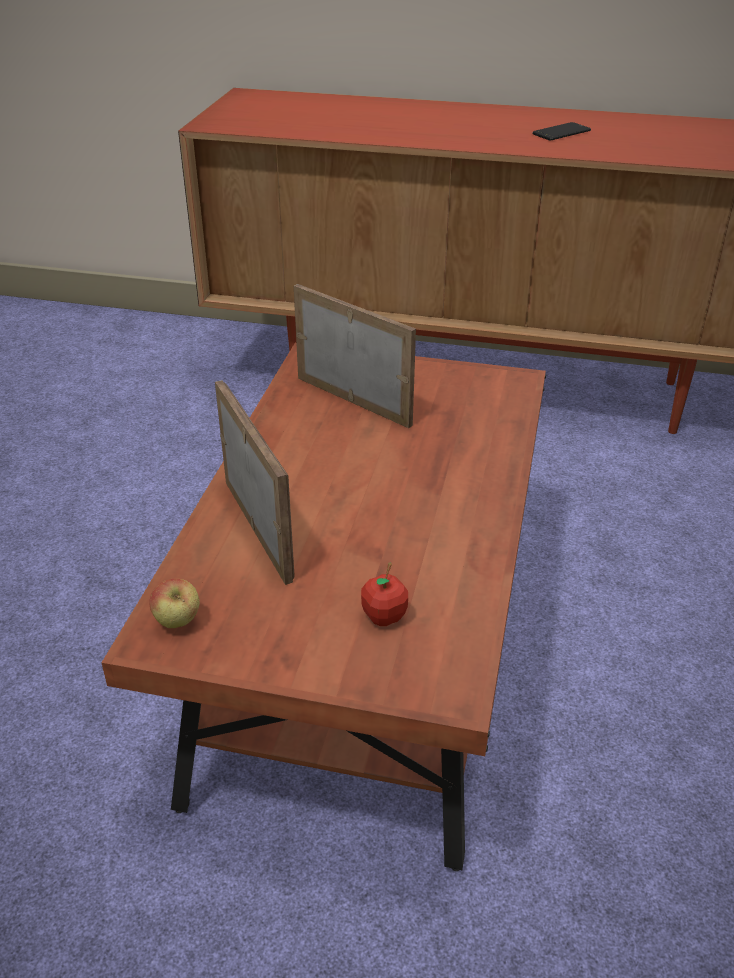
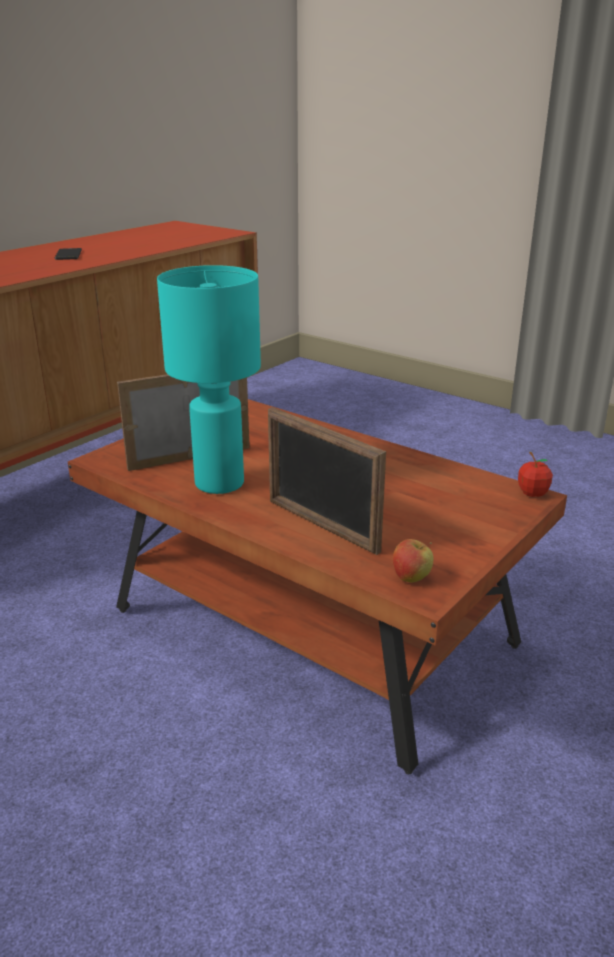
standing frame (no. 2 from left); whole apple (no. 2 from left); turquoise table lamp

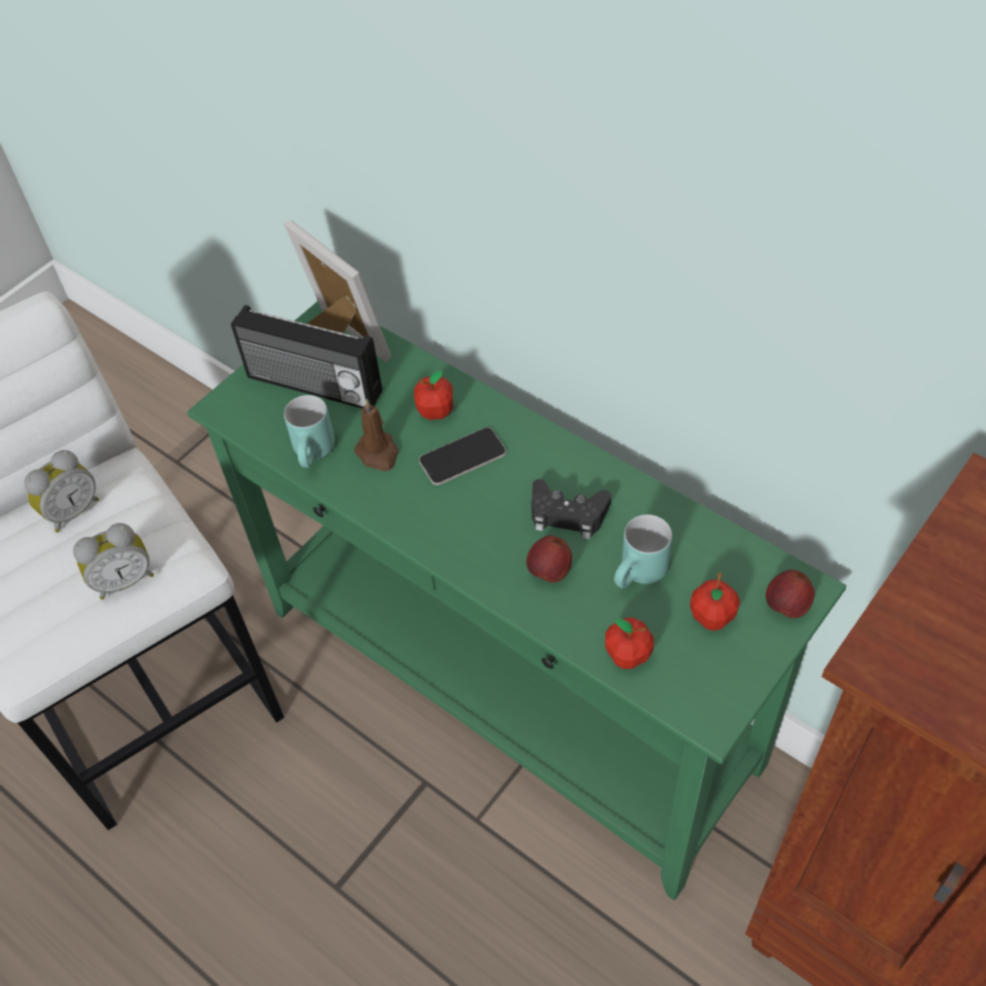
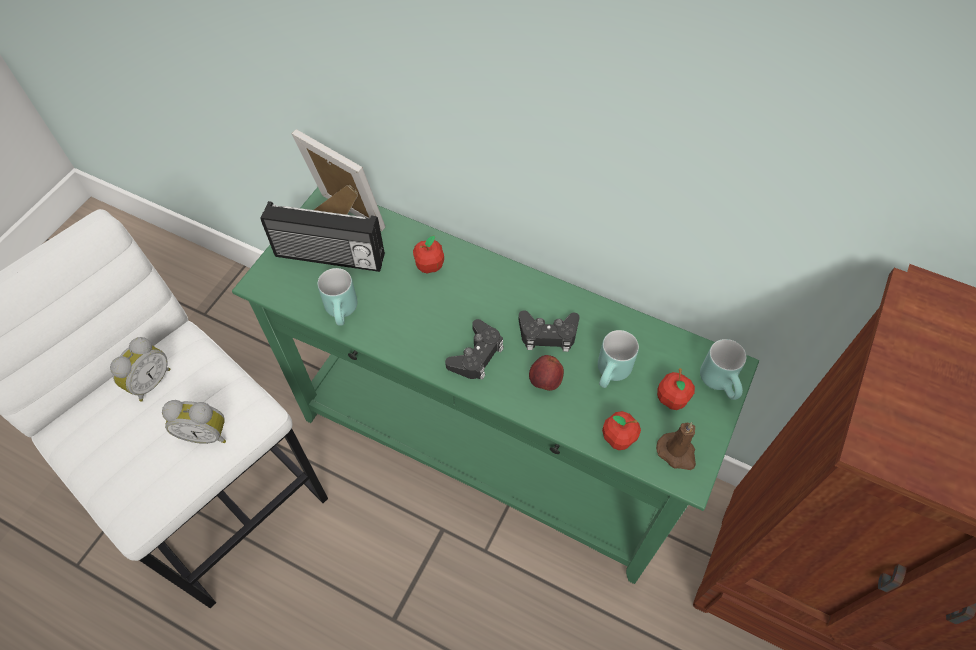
brownish candle; telephone; alarm clock (no. 2 from left); turquoise coffee mug (no. 3 from left); black-coloured joypad (no. 1 from left)

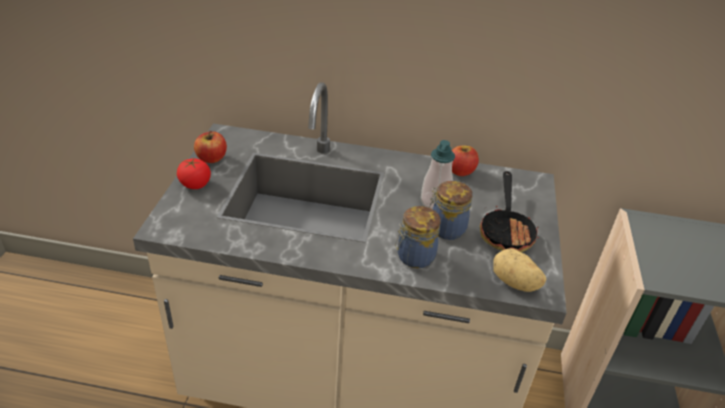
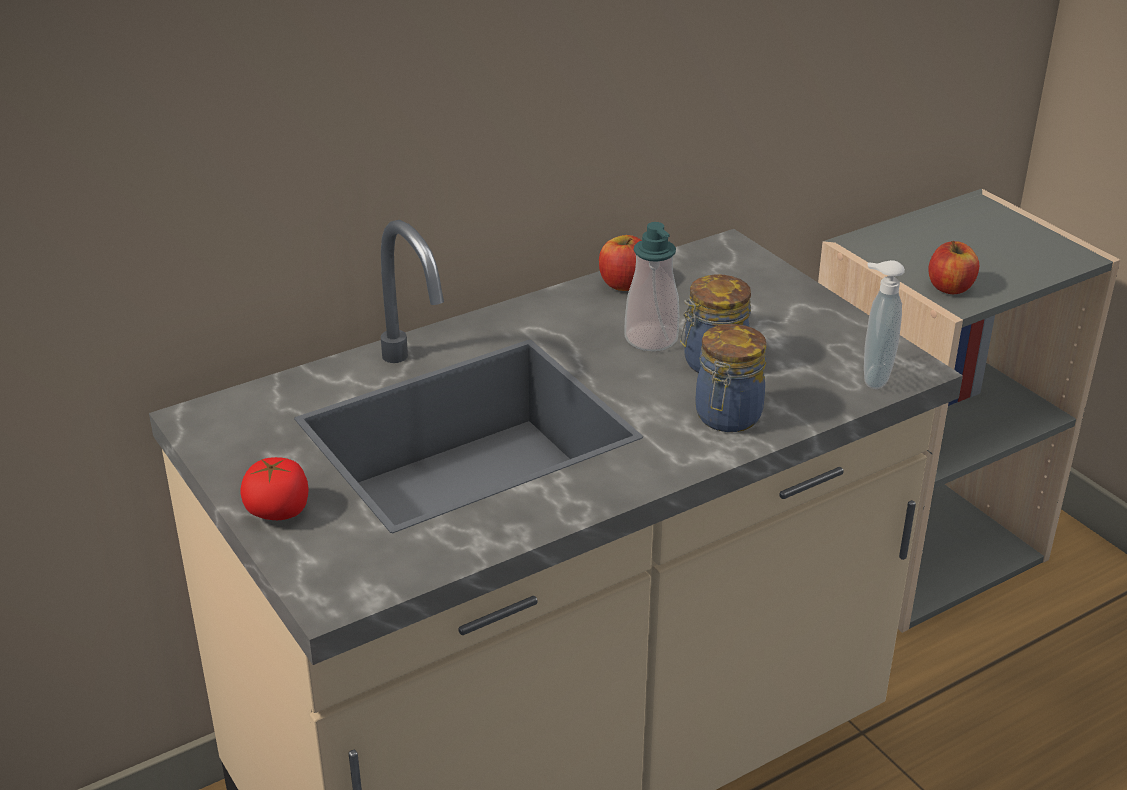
whole apple (no. 2 from left); pan; soap dispenser (no. 2 from left)

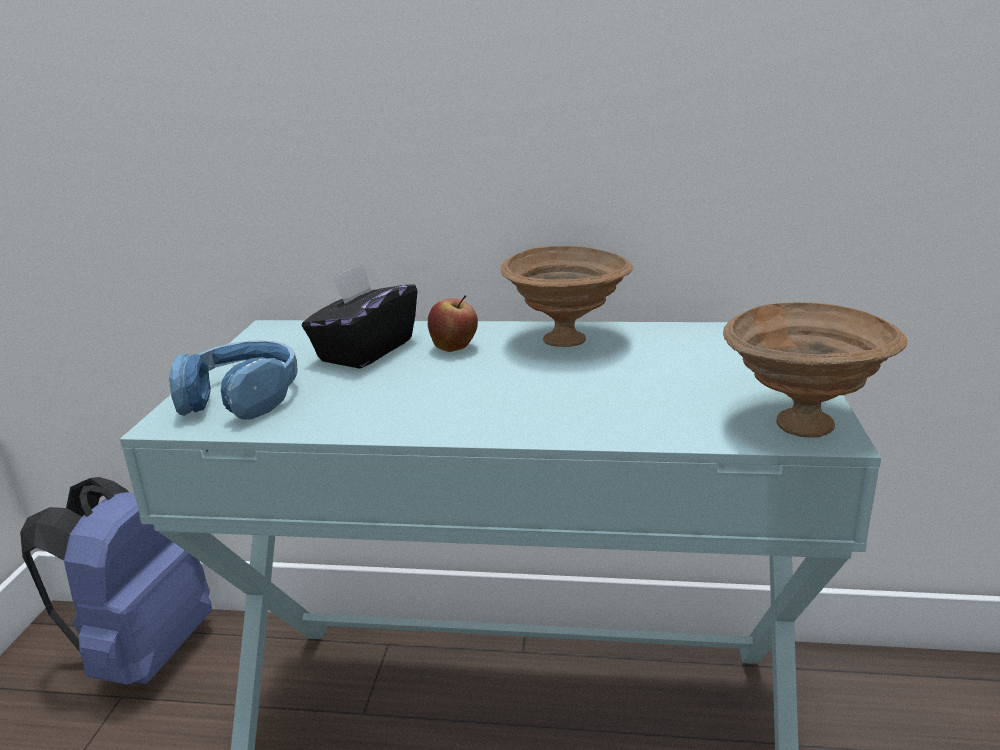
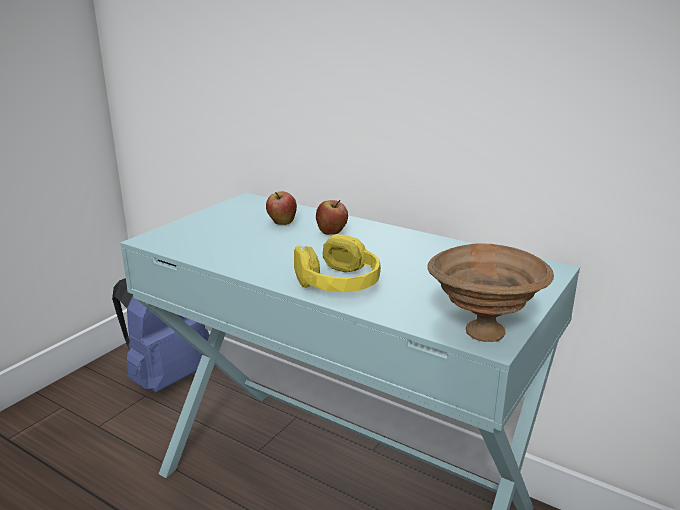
brownish serving bowl (no. 1 from left in the first image); whole apple (no. 1 from left); blue-coloured headphones; yellowish headphones

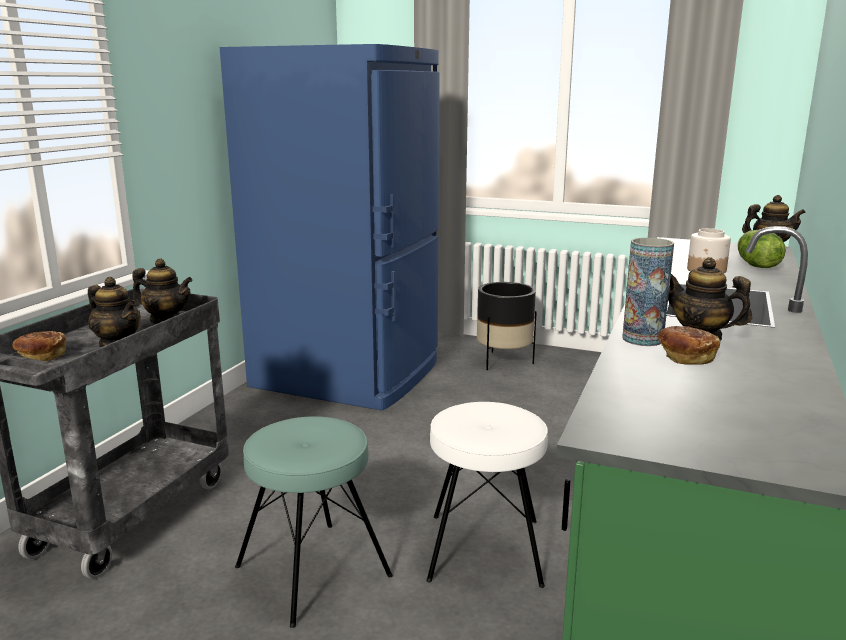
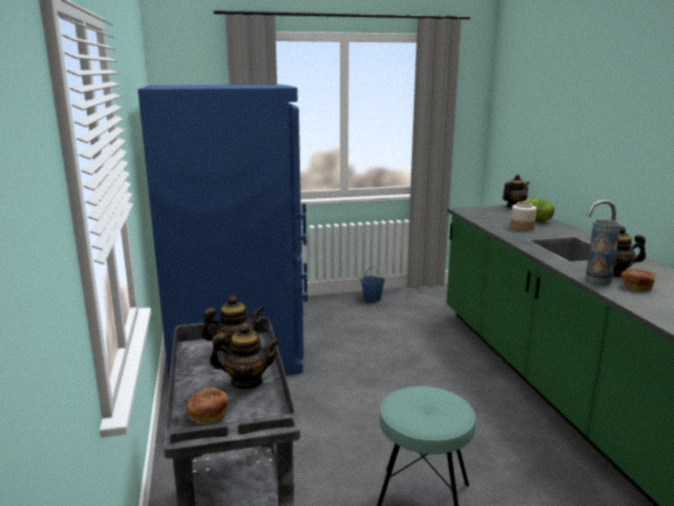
black-coloured flower pot; white-coloured sitting stool; blue-coloured bucket

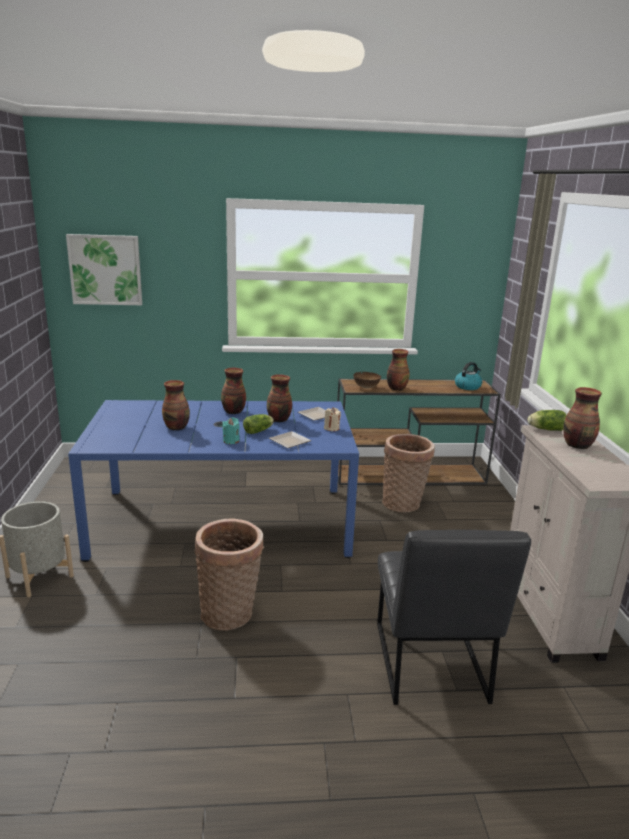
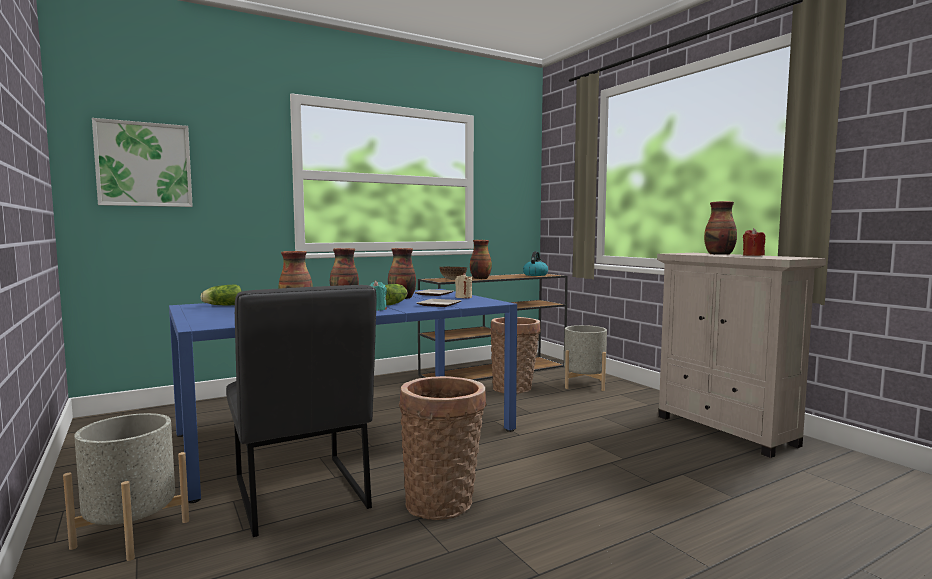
lettuce (no. 1 from left); grey upright chair; reddish candle; grey flower pot (no. 2 from left)

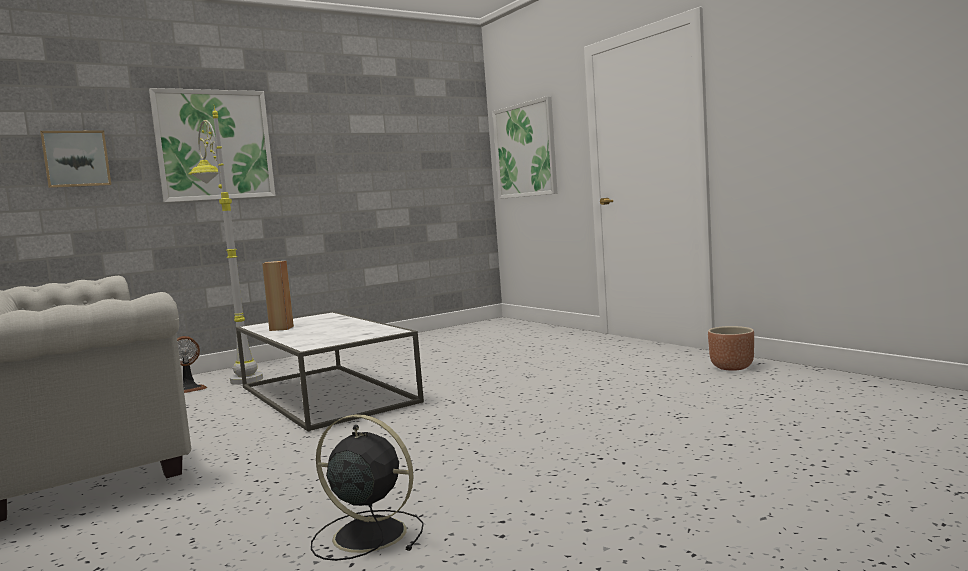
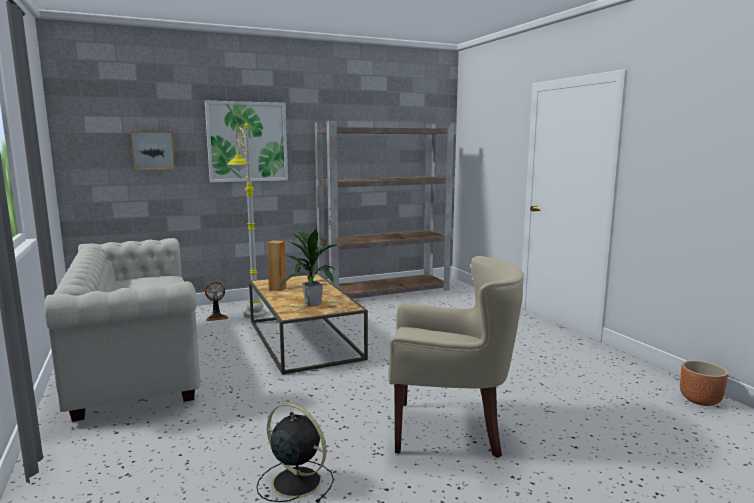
wall art (no. 3 from left in the first image); brownish coffee table; brownish flower pot; brownish bookshelf; houseplant; sand-coloured lounge chair

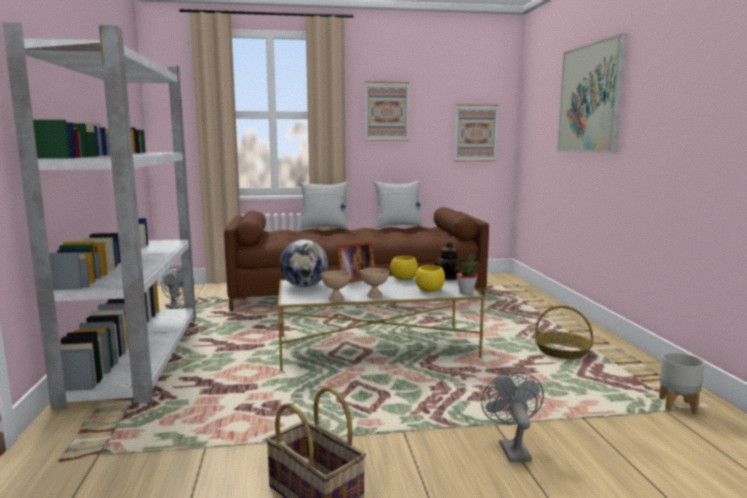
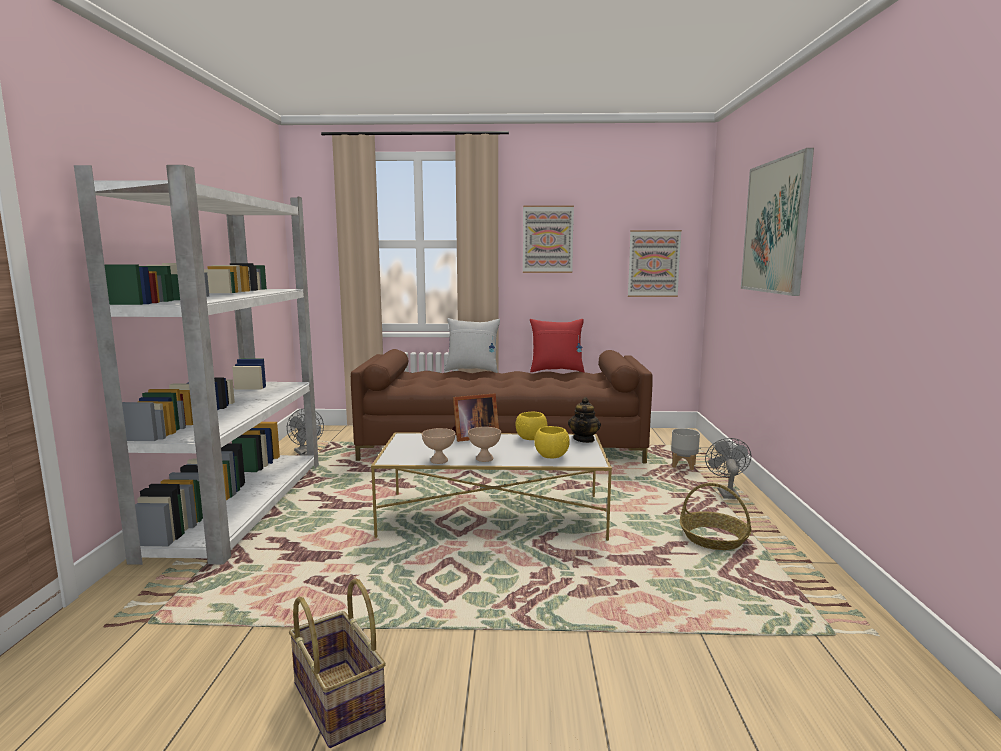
reddish cushion; world globe; houseplant; grey flower pot; grey cooling fan (no. 2 from left)

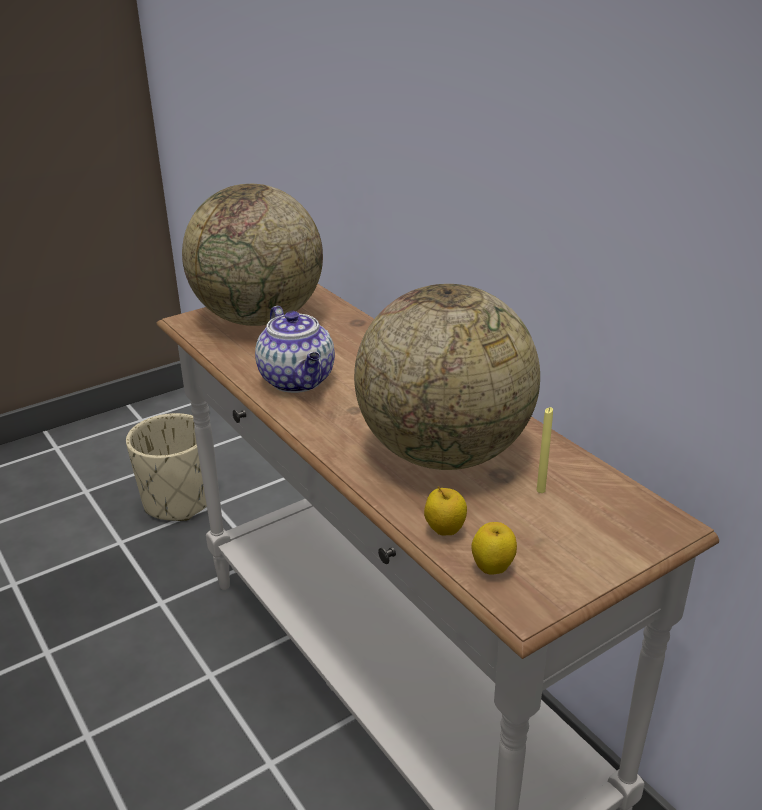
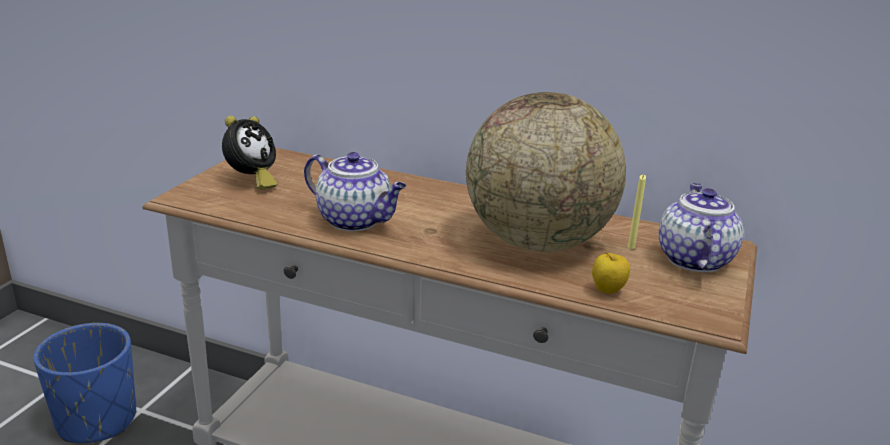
alarm clock; blue-coloured flower pot; whole apple (no. 2 from left in the first image); pot for tea (no. 2 from left)

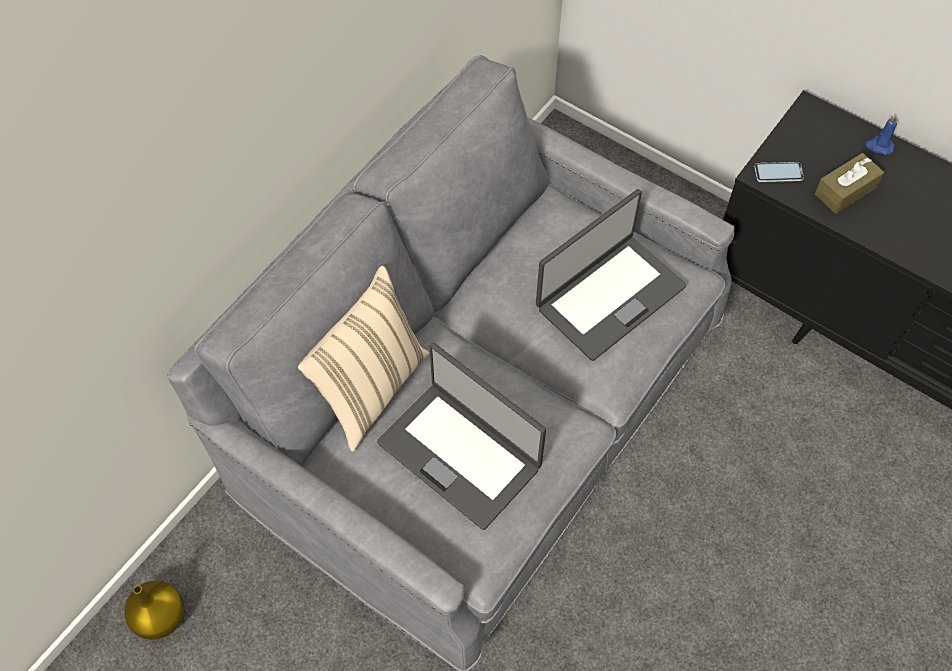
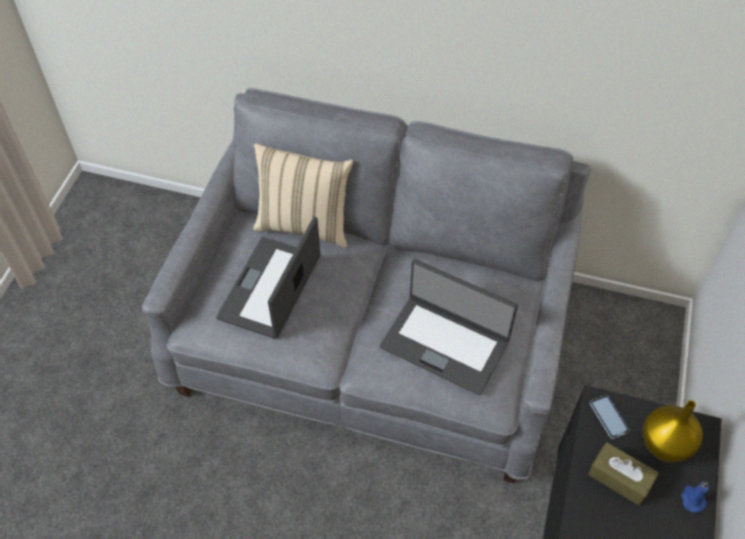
yellowish flower vase

